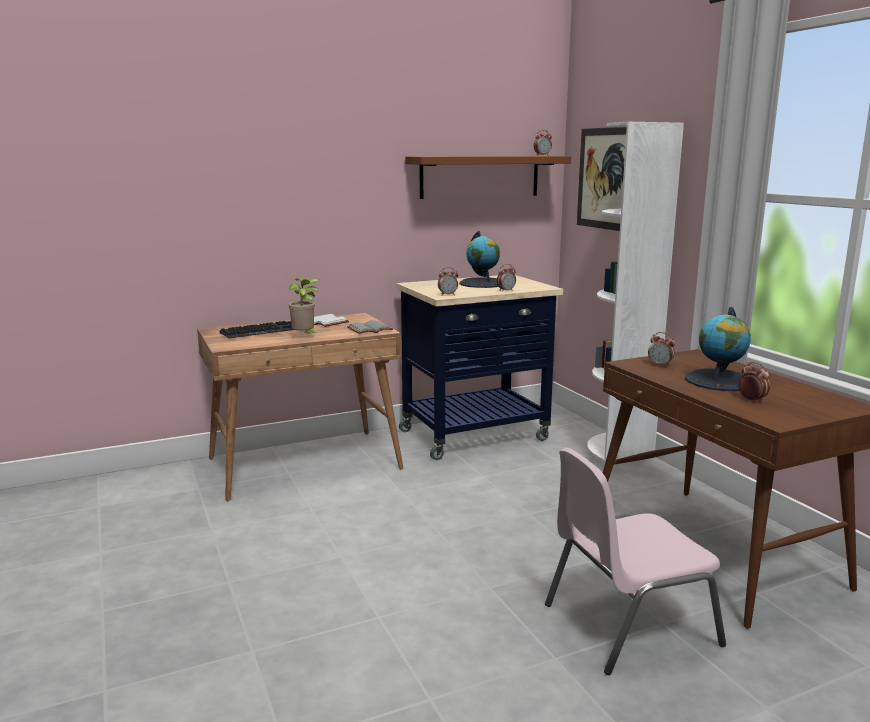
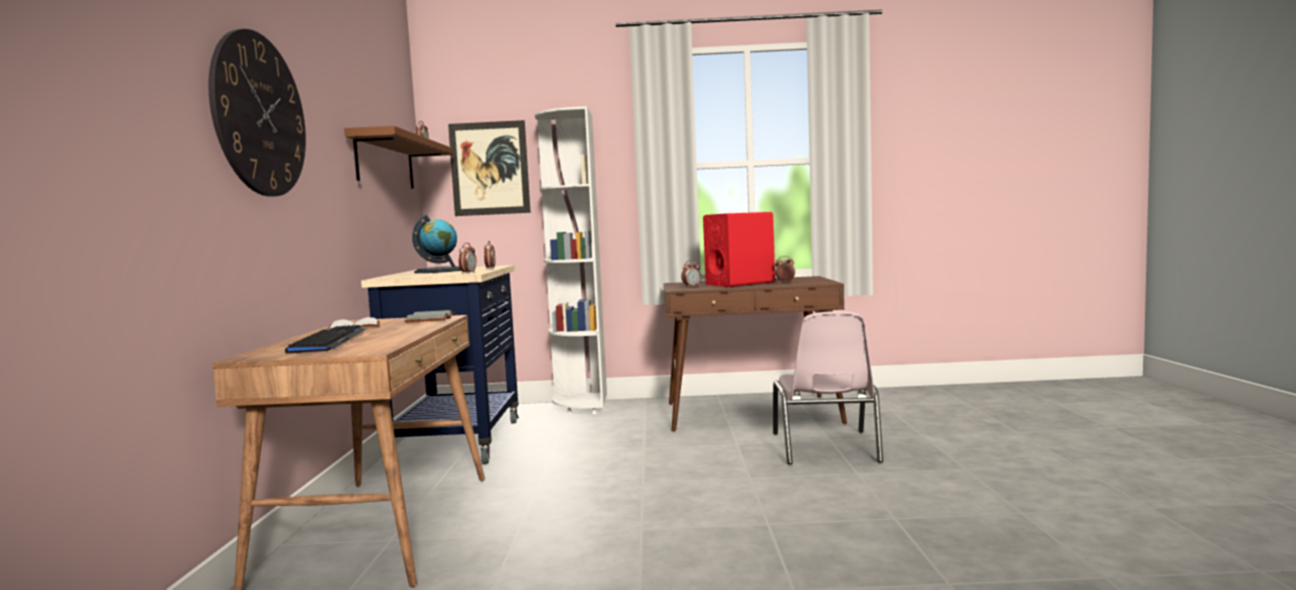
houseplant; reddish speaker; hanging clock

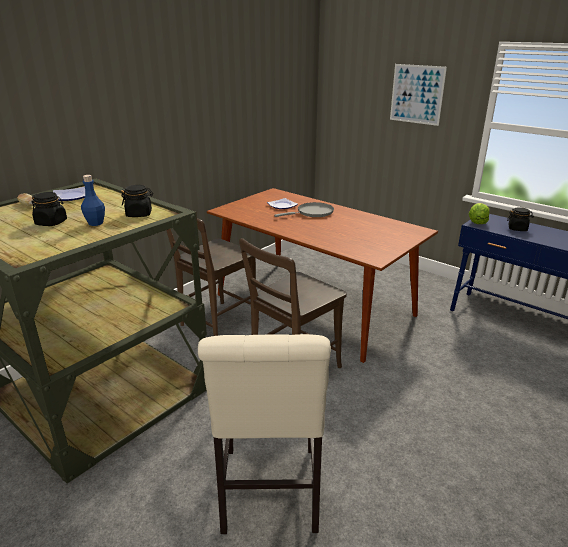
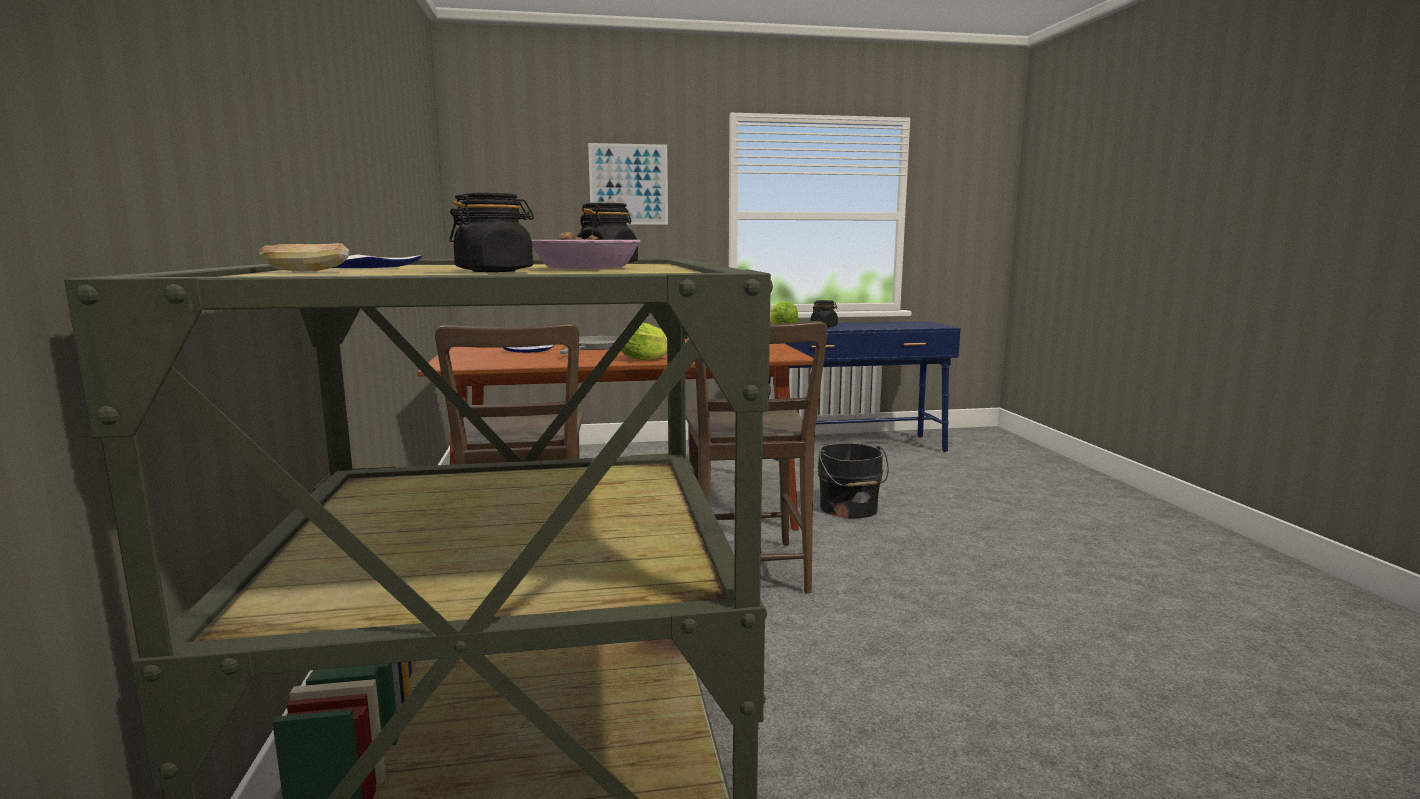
serving bowl; sand-coloured sitting stool; lettuce (no. 1 from left); black-coloured bucket

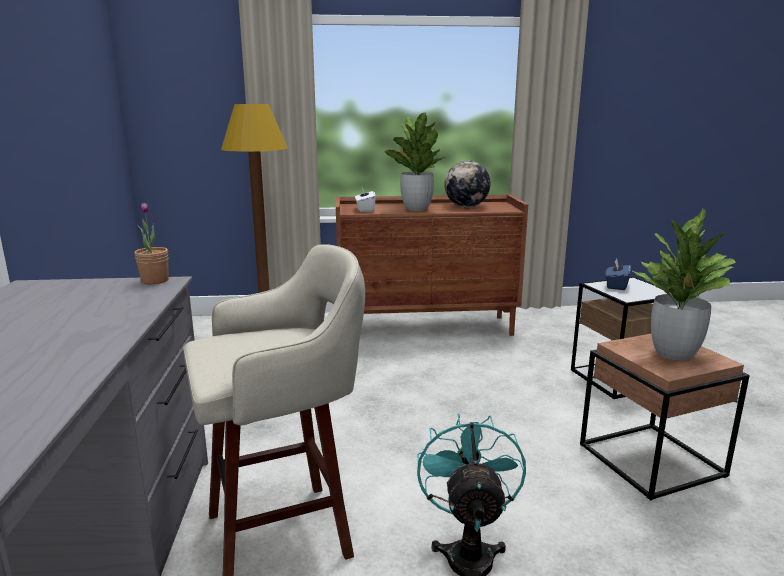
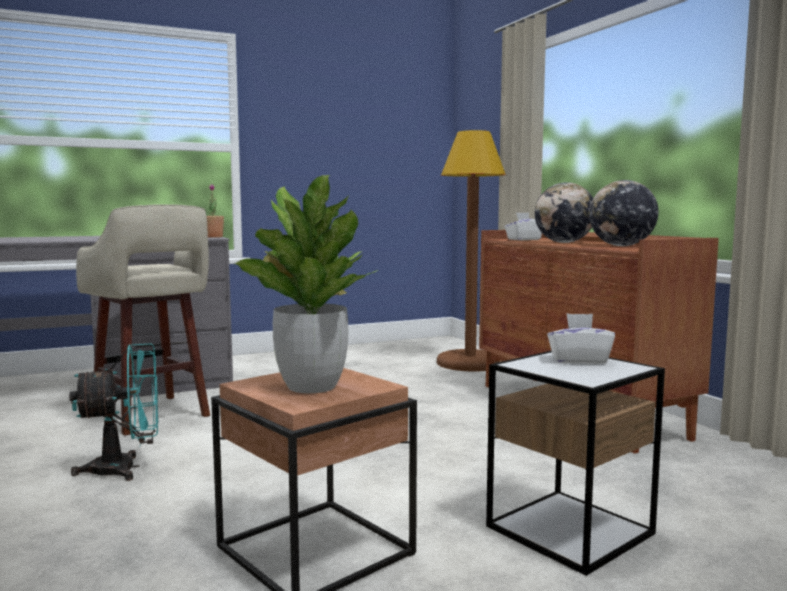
world globe (no. 1 from left); white-coloured tissue box (no. 2 from left)

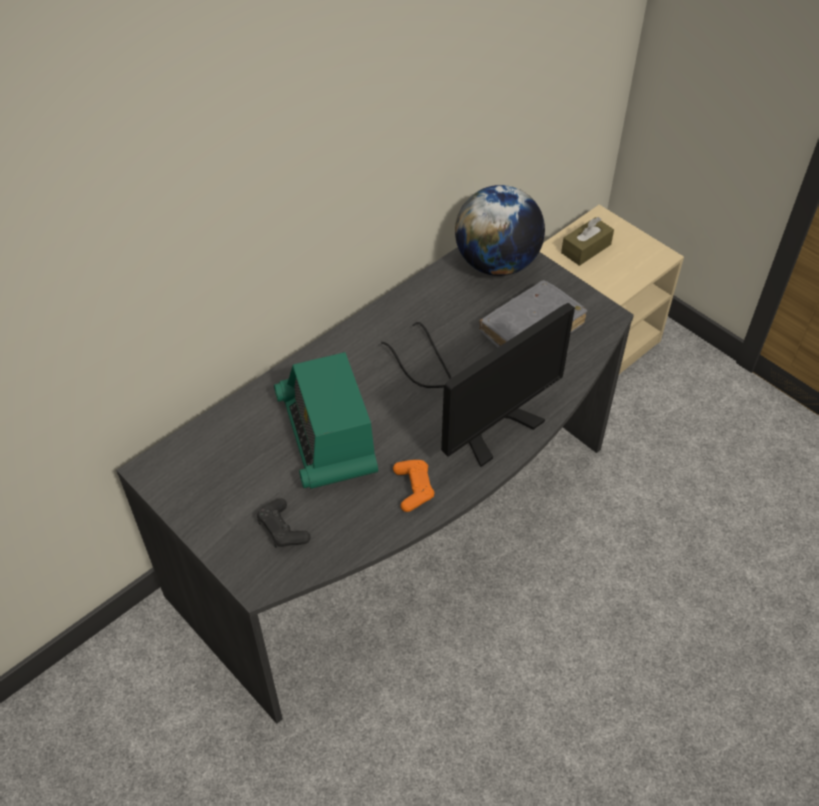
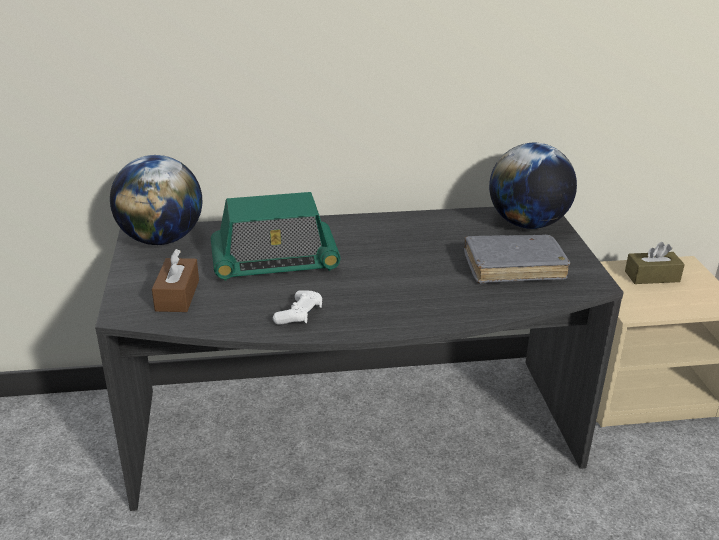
computer display; radio; white-coloured joypad; brownish tissue box (no. 1 from left); world globe (no. 1 from left)

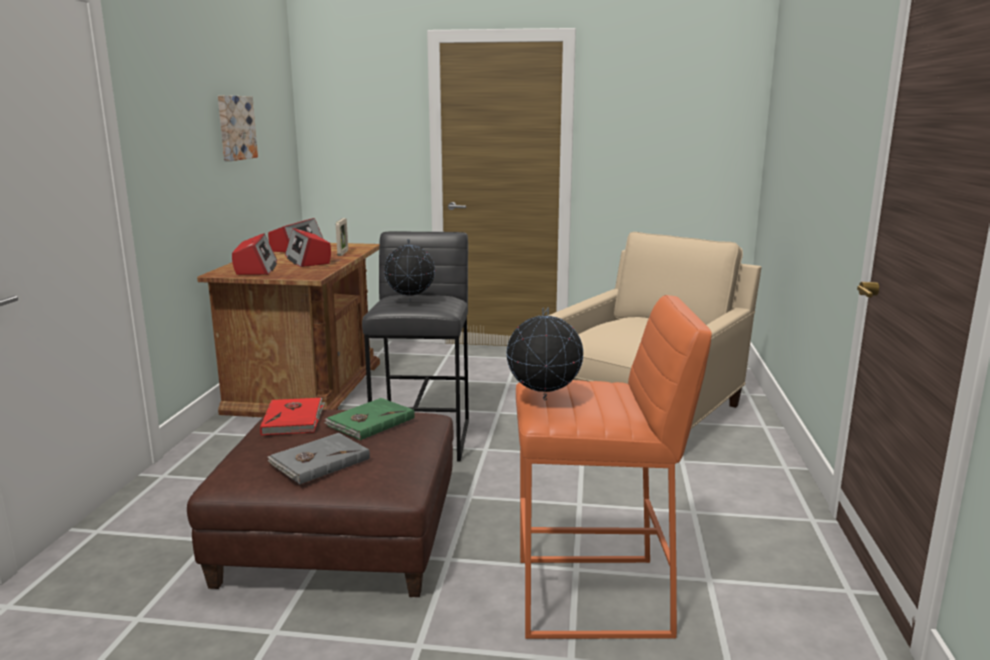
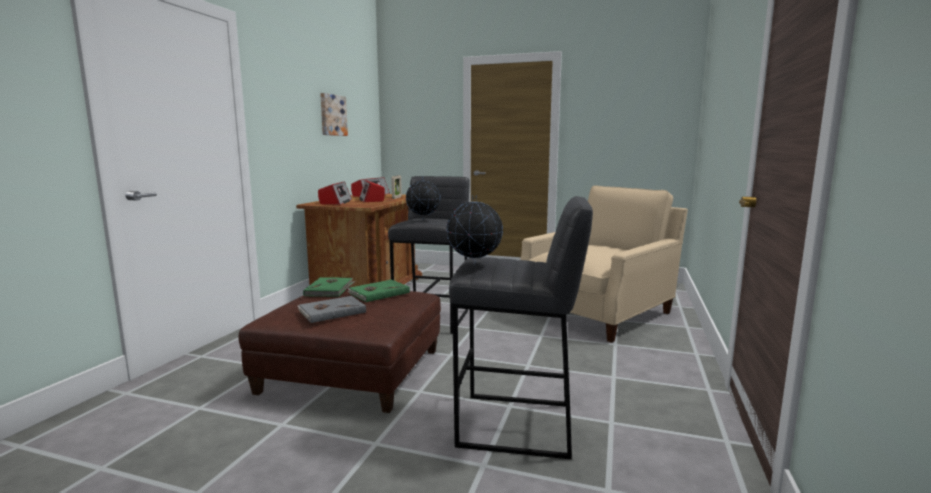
grey sitting stool (no. 2 from left); green-coloured volume (no. 1 from left)

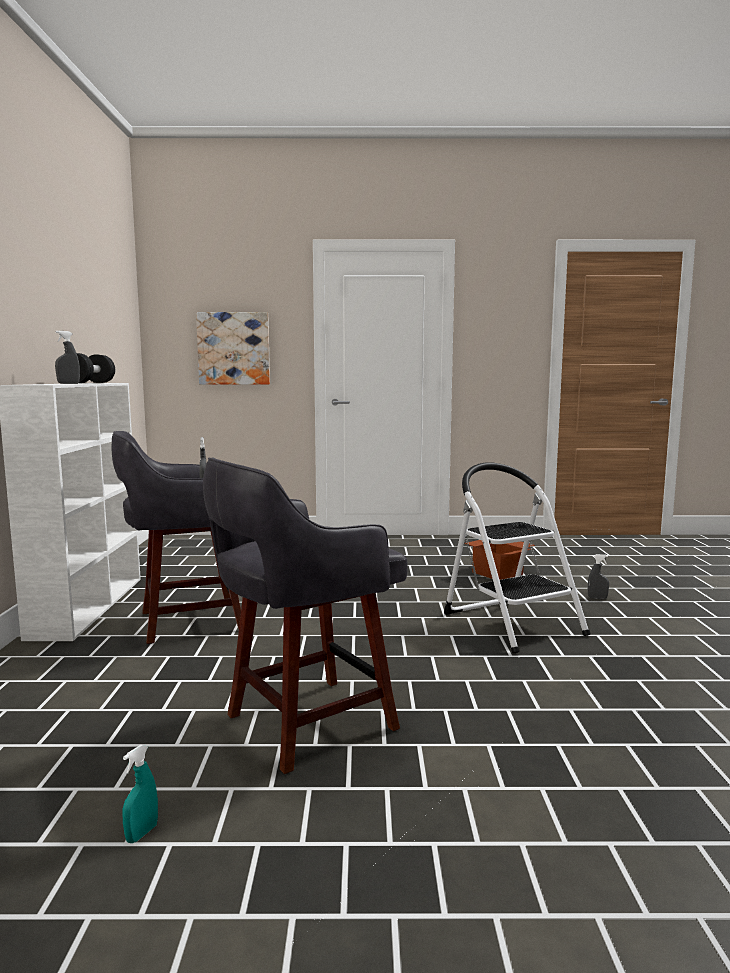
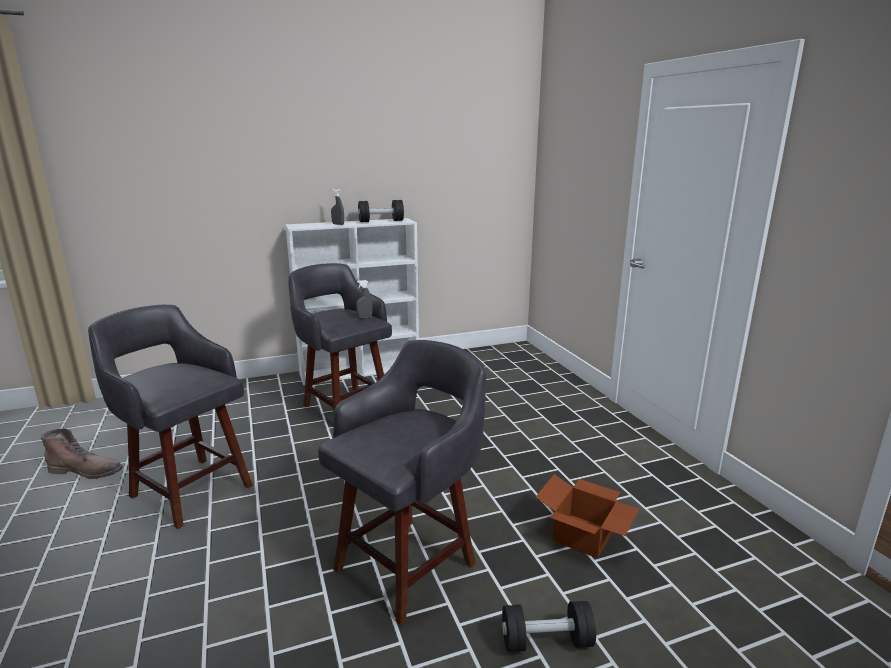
wall art; grey sitting stool (no. 3 from left); black-coloured dumbbell (no. 2 from left); brownish tall boot

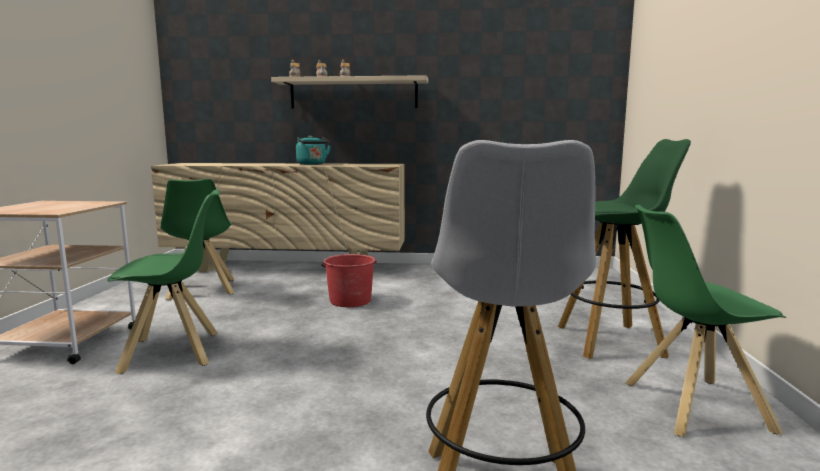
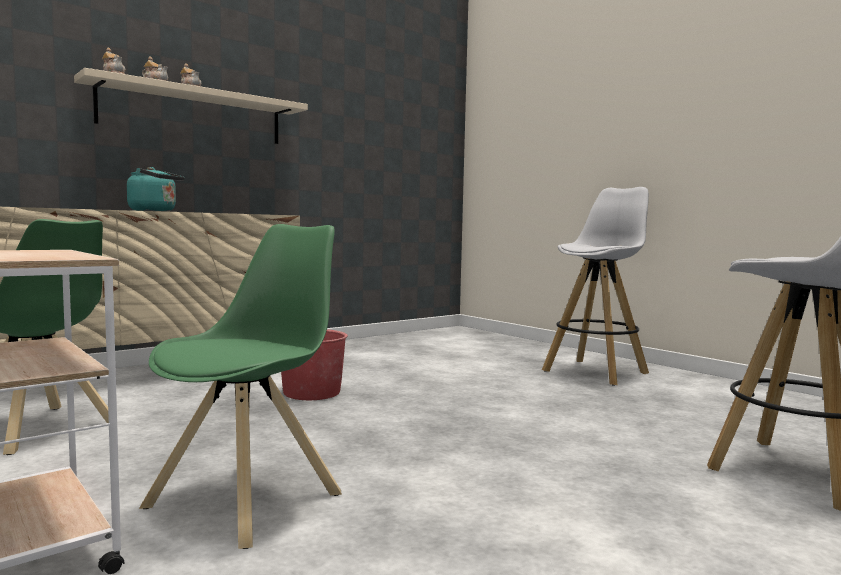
white-coloured sitting stool (no. 1 from left); green-coloured upright chair (no. 3 from left in the first image)

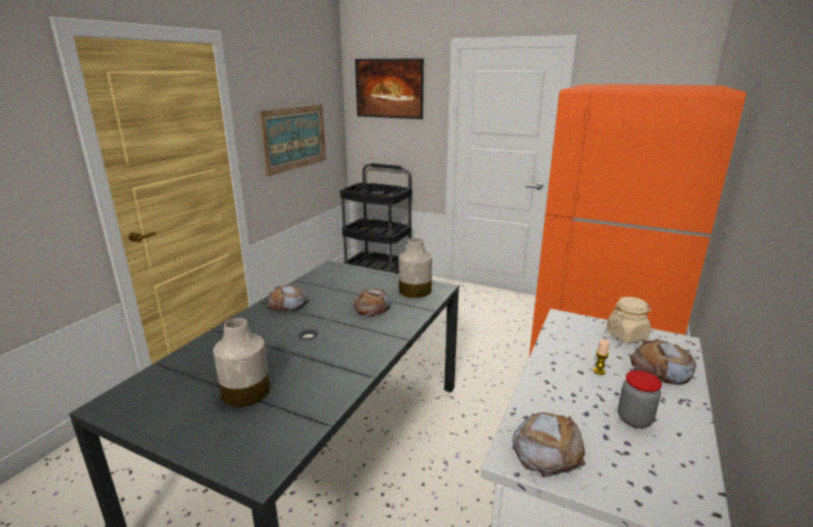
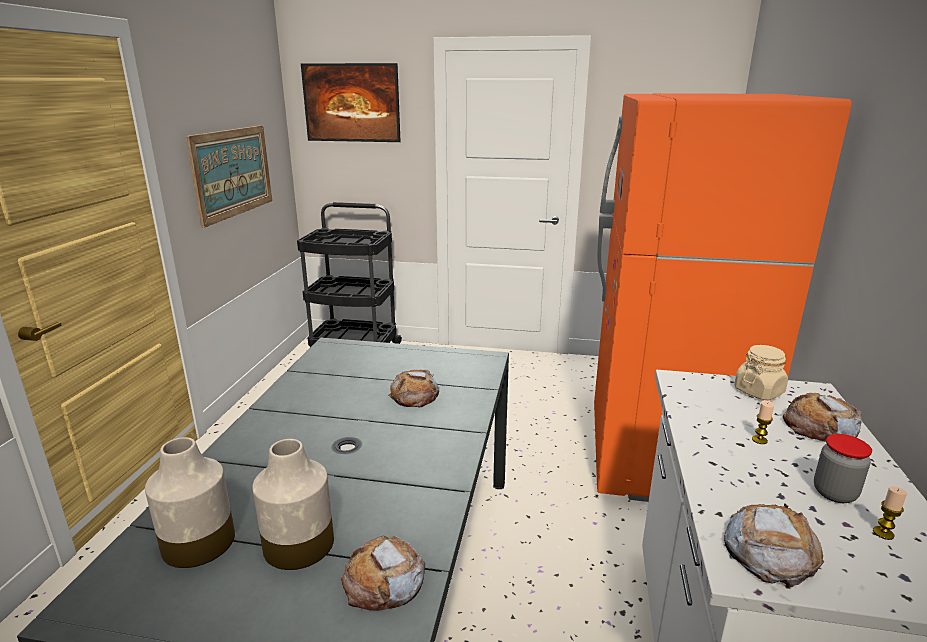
sand-coloured flower vase (no. 1 from left); bakery bread (no. 1 from left); candle (no. 2 from left)

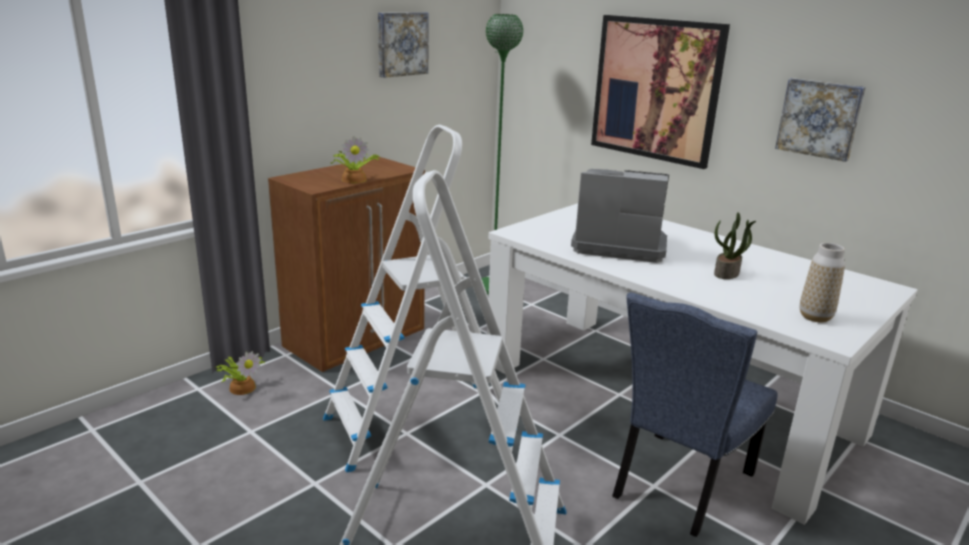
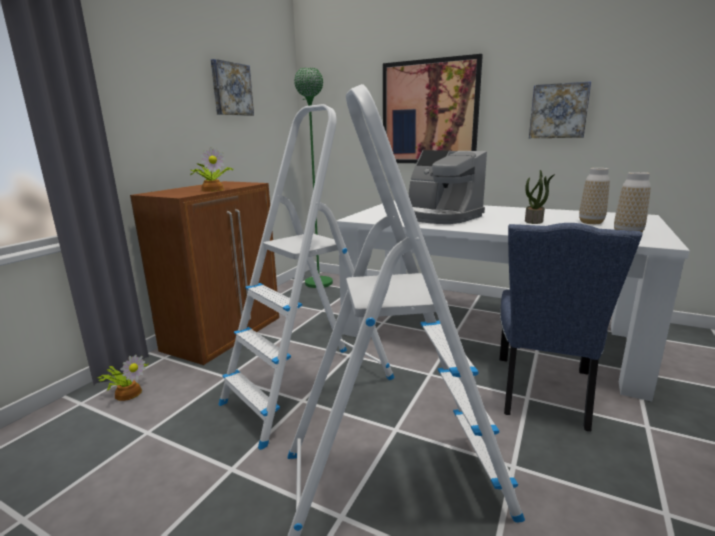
coffee brewer; flower vase (no. 1 from left)

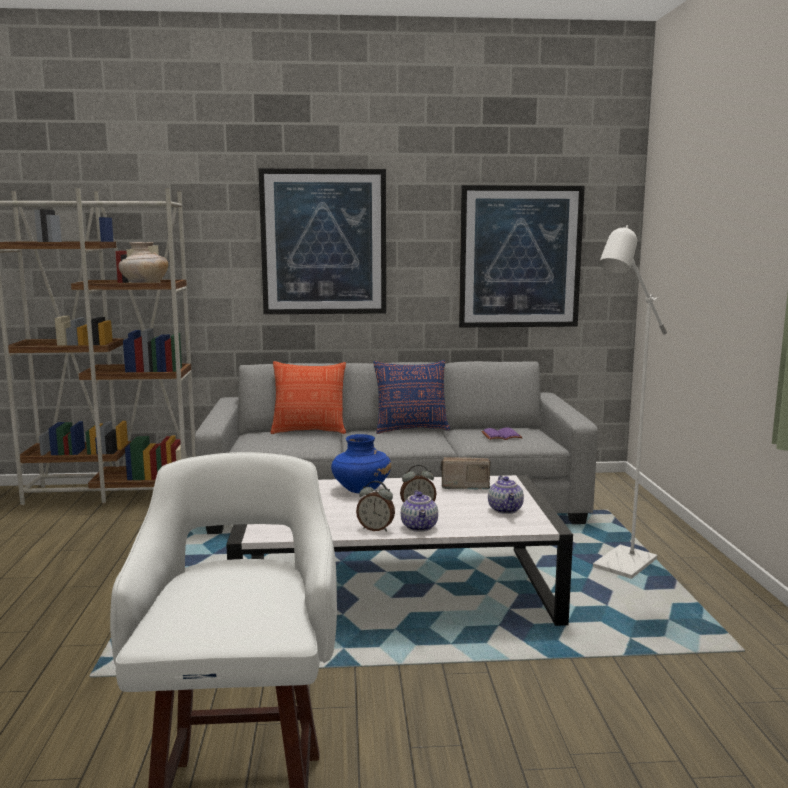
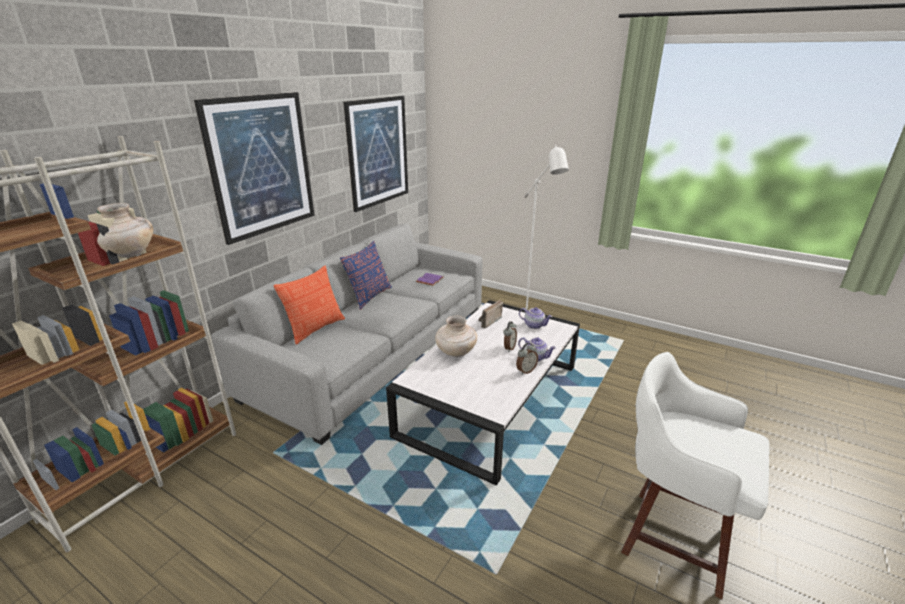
sand-coloured flower vase (no. 2 from left)

